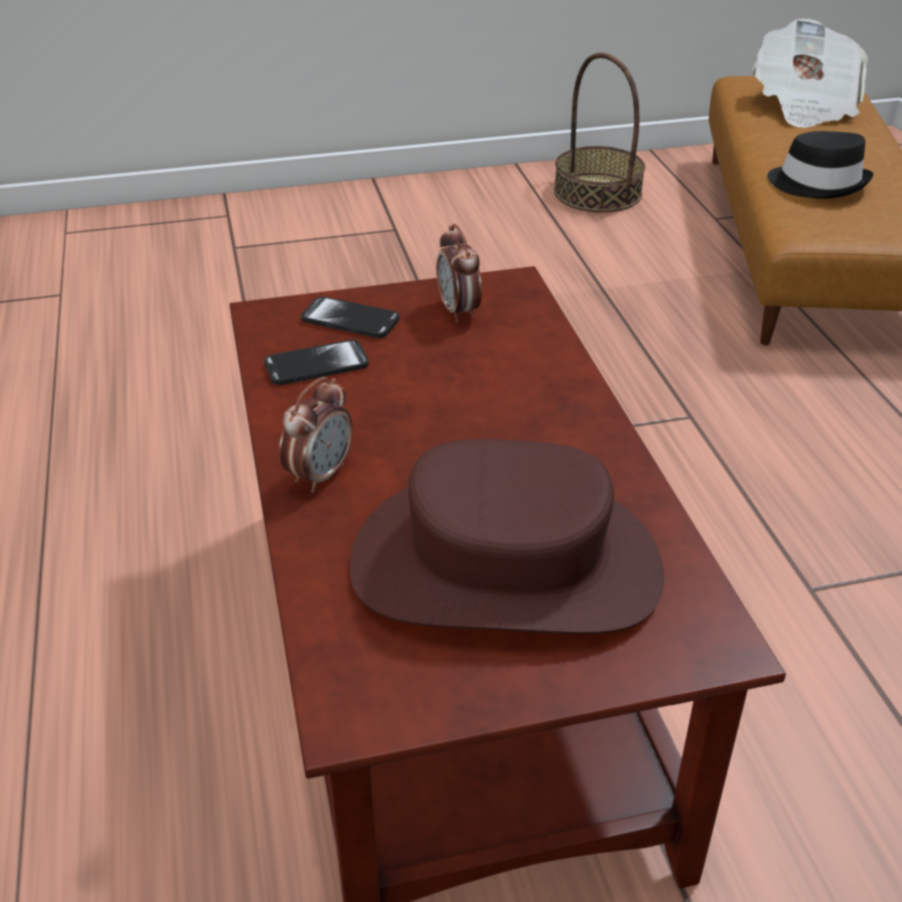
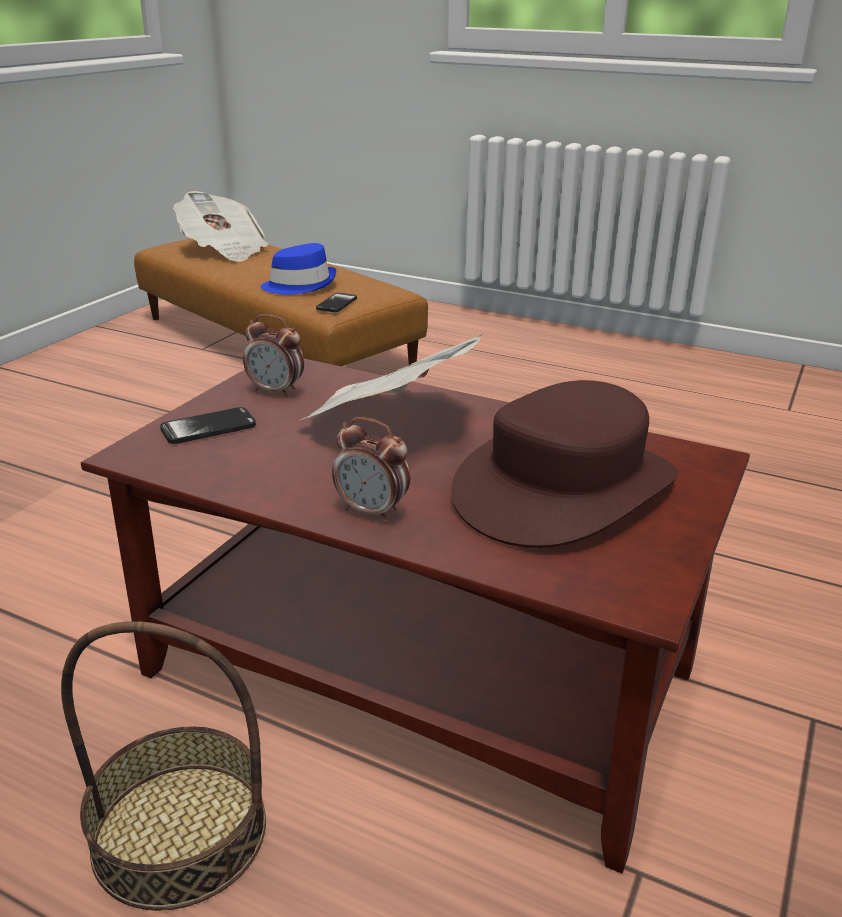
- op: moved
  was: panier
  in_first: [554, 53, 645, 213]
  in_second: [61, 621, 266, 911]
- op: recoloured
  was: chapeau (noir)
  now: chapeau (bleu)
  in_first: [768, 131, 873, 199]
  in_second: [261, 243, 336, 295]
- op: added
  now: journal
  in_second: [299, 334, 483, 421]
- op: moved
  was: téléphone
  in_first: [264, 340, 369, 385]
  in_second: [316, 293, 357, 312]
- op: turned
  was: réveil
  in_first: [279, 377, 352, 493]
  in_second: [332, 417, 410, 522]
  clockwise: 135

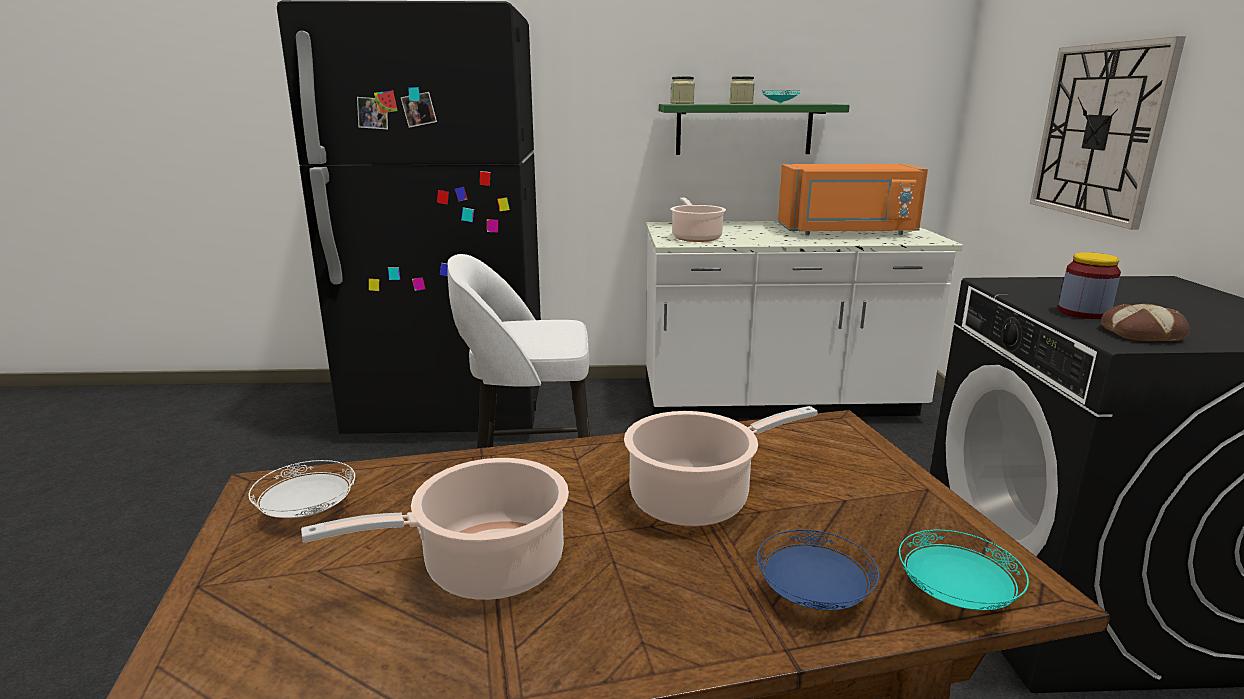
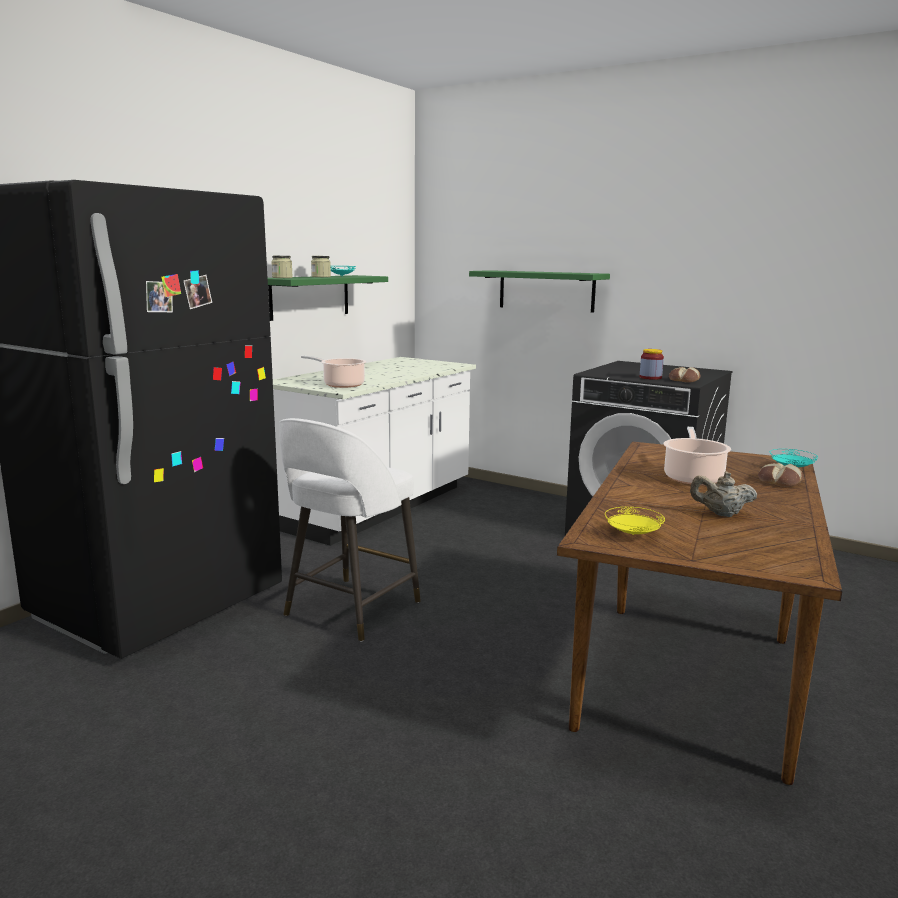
- op: replaced
  was: horloge murale
  now: étagère (vert)
  in_first: [1030, 36, 1186, 230]
  in_second: [469, 270, 610, 313]
- op: recoloured
  was: assiette (blanc)
  now: assiette (jaune)
  in_first: [249, 460, 355, 518]
  in_second: [605, 507, 665, 535]
- op: replaced
  was: marmite
  now: théière (beige)
  in_first: [301, 458, 569, 600]
  in_second: [690, 471, 757, 517]
- op: replaced
  was: assiette (bleu)
  now: pain
  in_first: [757, 530, 879, 610]
  in_second: [758, 463, 803, 487]
- op: removed
  was: micro-ondes (orange)
  in_first: [778, 164, 928, 235]

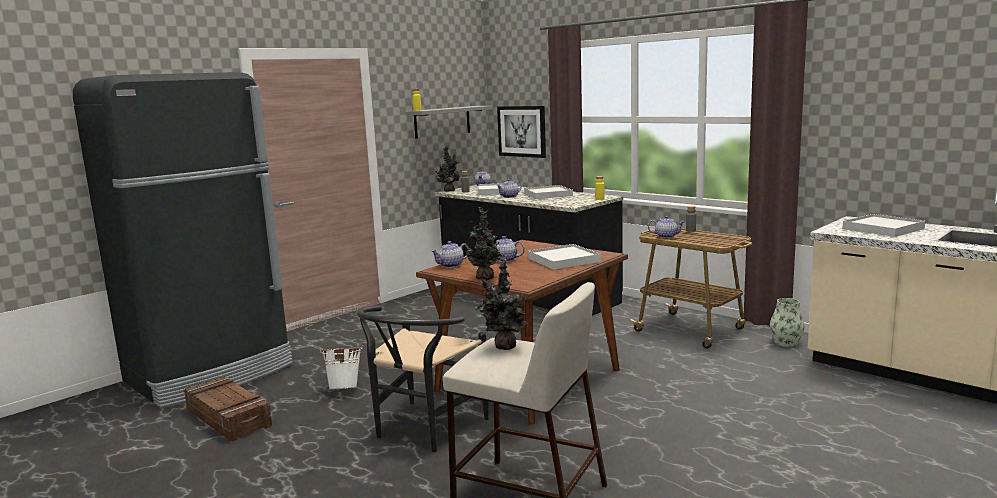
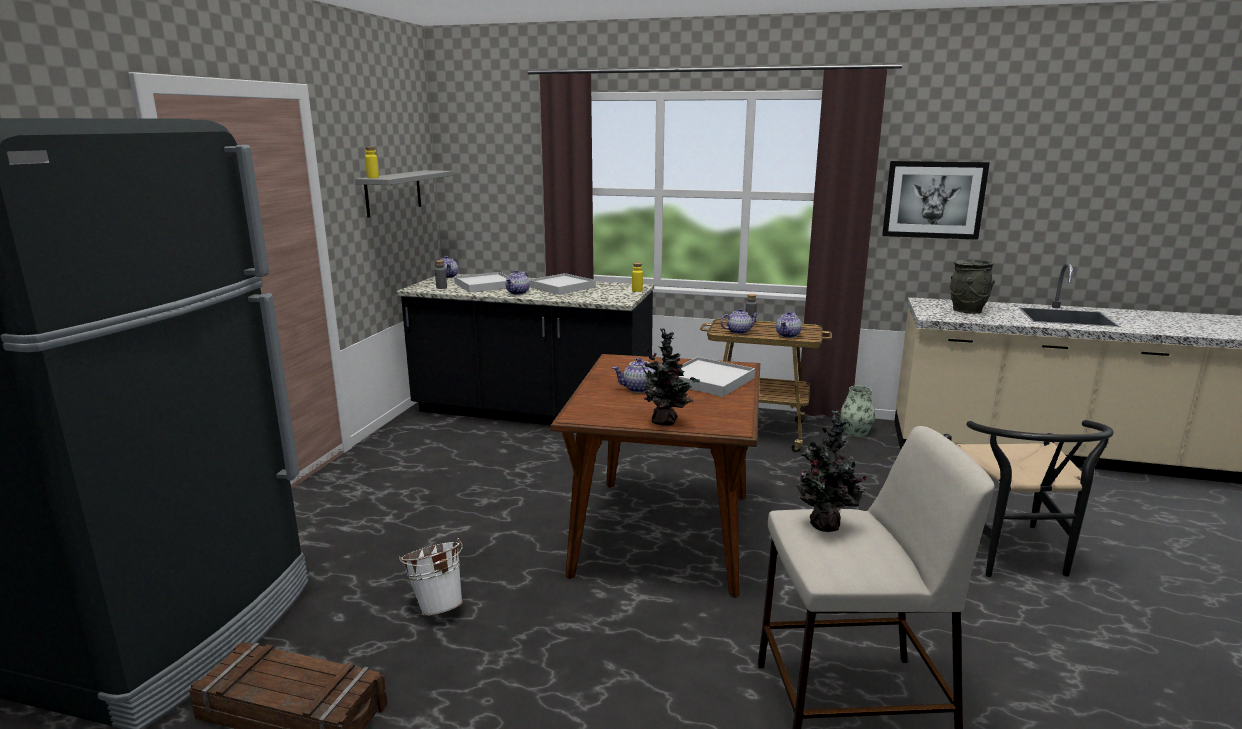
- op: moved
  was: théière
  in_first: [431, 241, 469, 268]
  in_second: [776, 311, 802, 338]
- op: moved
  was: tableau
  in_first: [497, 106, 546, 158]
  in_second: [882, 161, 990, 240]
- op: moved
  was: chaise (noir)
  in_first: [356, 305, 489, 452]
  in_second: [943, 420, 1114, 577]
- op: replaced
  was: plateau (blanc)
  now: vase (gris)
  in_first: [843, 214, 925, 237]
  in_second: [950, 259, 995, 314]
- op: removed
  was: plante en pot
  in_first: [435, 147, 460, 192]

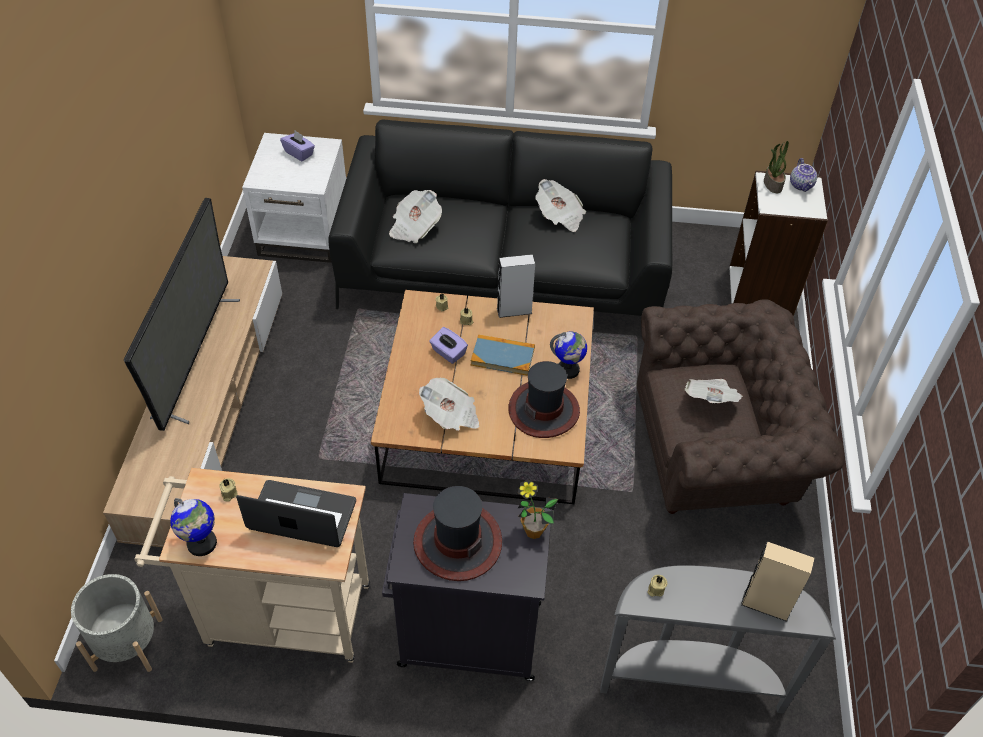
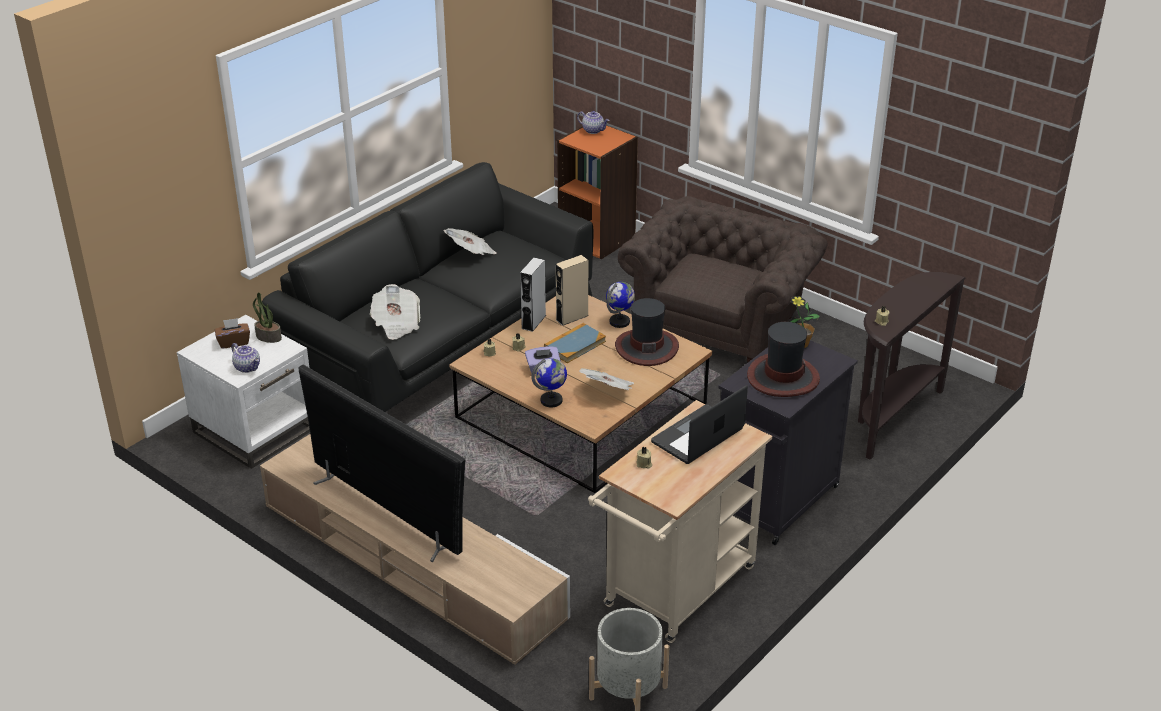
- op: recoloured
  was: boîte à mouchoirs (violet)
  now: boîte à mouchoirs (marron)
  in_first: [280, 131, 315, 161]
  in_second: [215, 318, 250, 348]
- op: added
  now: théière
  in_second: [231, 343, 260, 373]
- op: moved
  was: plante en pot
  in_first: [764, 141, 789, 193]
  in_second: [253, 292, 282, 343]
- op: moved
  was: globe
  in_first: [170, 498, 217, 556]
  in_second: [531, 358, 567, 408]
- op: moved
  was: enceinte (beige)
  in_first: [741, 542, 815, 622]
  in_second: [556, 255, 589, 326]
- op: recoloured
  was: bibliothèque (blanc)
  now: bibliothèque (orange)
  in_first: [729, 171, 828, 316]
  in_second: [557, 126, 638, 259]
- op: recoloured
  was: table console (gris)
  now: table console (marron)
  in_first: [600, 565, 836, 713]
  in_second: [858, 272, 966, 460]
- op: removed
  was: journal
  in_first: [684, 379, 743, 403]

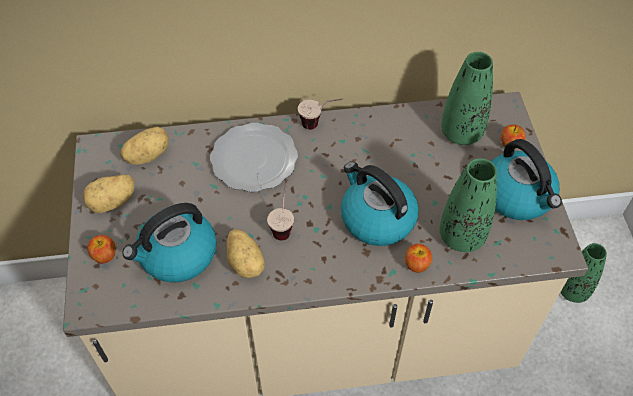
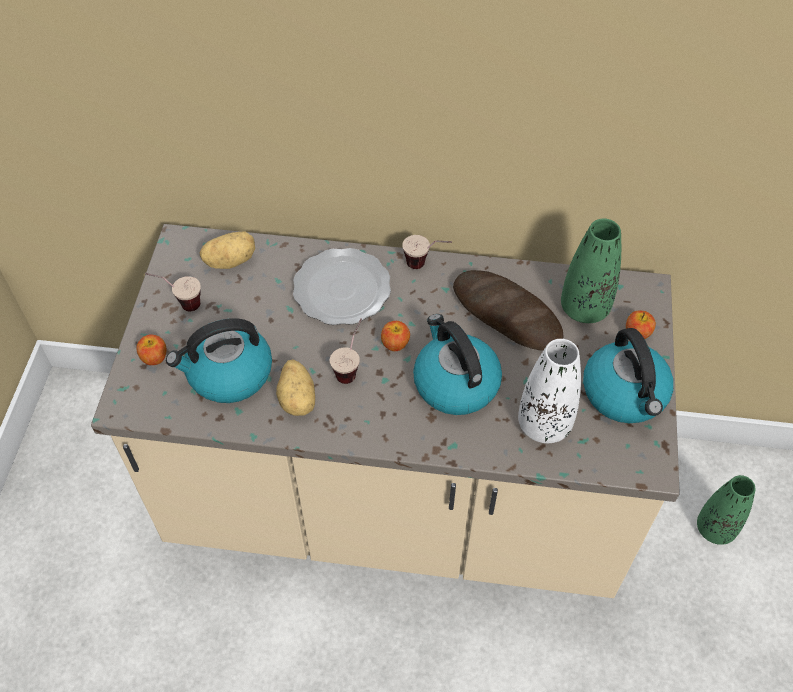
- op: replaced
  was: pomme de terre
  now: tasse
  in_first: [83, 175, 134, 213]
  in_second: [145, 273, 201, 311]
- op: moved
  was: pomme
  in_first: [405, 244, 432, 273]
  in_second: [381, 321, 410, 351]
- op: added
  now: pain
  in_second: [453, 270, 564, 351]
- op: recoloured
  was: vase (vert)
  now: vase (blanc)
  in_first: [440, 158, 497, 252]
  in_second: [518, 339, 581, 443]

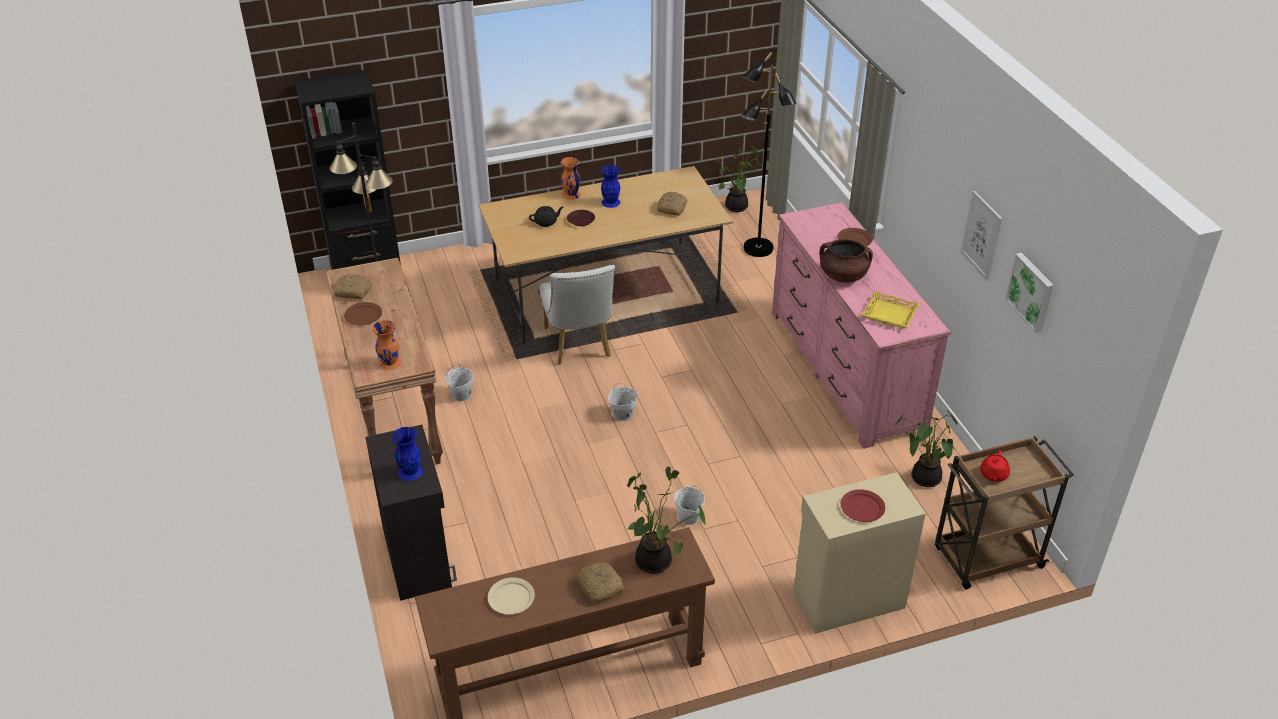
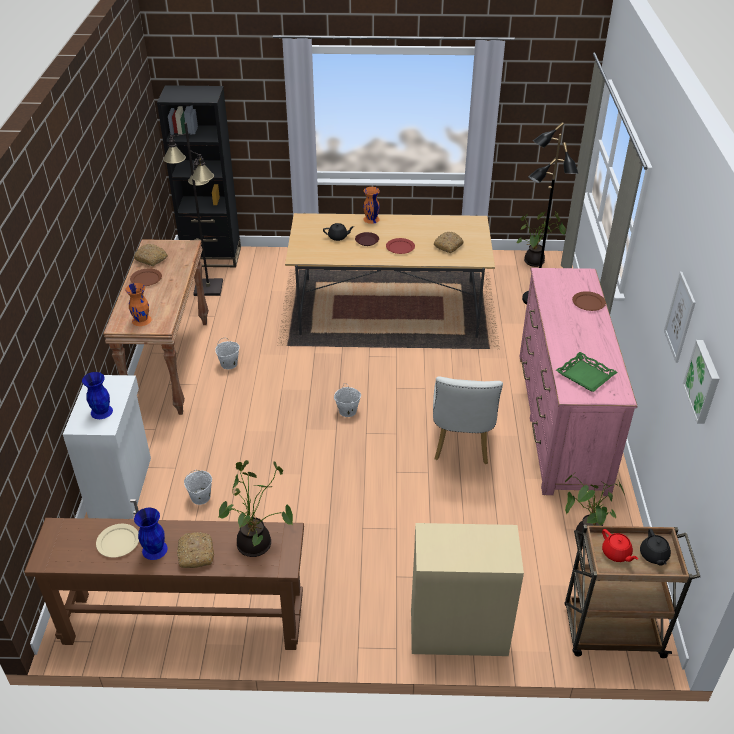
- op: recoloured
  was: meuble de rangement (noir)
  now: meuble de rangement (blanc)
  in_first: [365, 425, 457, 601]
  in_second: [63, 375, 151, 519]
- op: moved
  was: vase (bleu)
  in_first: [601, 165, 620, 208]
  in_second: [134, 508, 168, 560]
- op: moved
  was: seau (blanc)
  in_first: [674, 485, 705, 525]
  in_second: [184, 470, 212, 505]
- op: moved
  was: assiette (rouge)
  in_first: [841, 489, 885, 522]
  in_second: [386, 238, 415, 254]
- op: moved
  was: chaise (blanc)
  in_first: [540, 265, 615, 365]
  in_second: [433, 376, 503, 464]
- op: recoloured
  was: plateau (jaune)
  now: plateau (vert)
  in_first: [862, 291, 920, 328]
  in_second: [556, 352, 618, 392]
- op: turned
  was: théière (rouge)
  in_first: [980, 450, 1010, 482]
  in_second: [602, 529, 638, 562]
  clockwise: -75
- op: added
  now: théière (noir)
  in_second: [640, 529, 671, 566]
- op: removed
  was: marmite (marron)
  in_first: [819, 239, 873, 283]

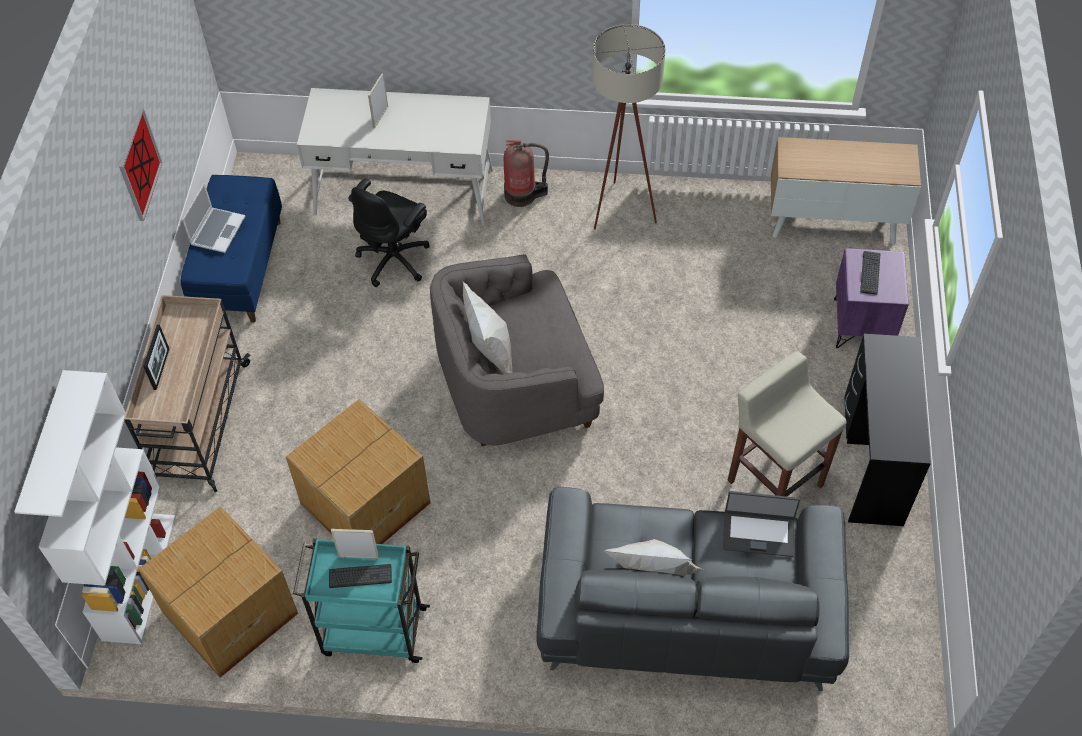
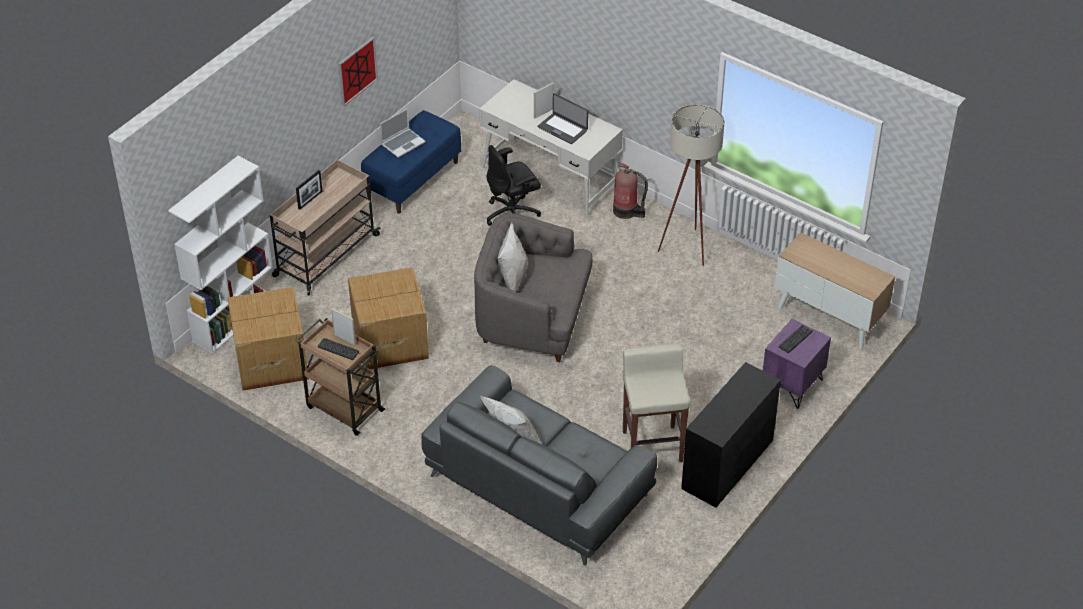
- op: recoloured
  was: chariot (turquoise)
  now: chariot (marron)
  in_first: [293, 538, 430, 663]
  in_second: [296, 318, 385, 436]
- op: moved
  was: ordinateur portable
  in_first: [723, 491, 800, 557]
  in_second: [537, 93, 588, 144]

